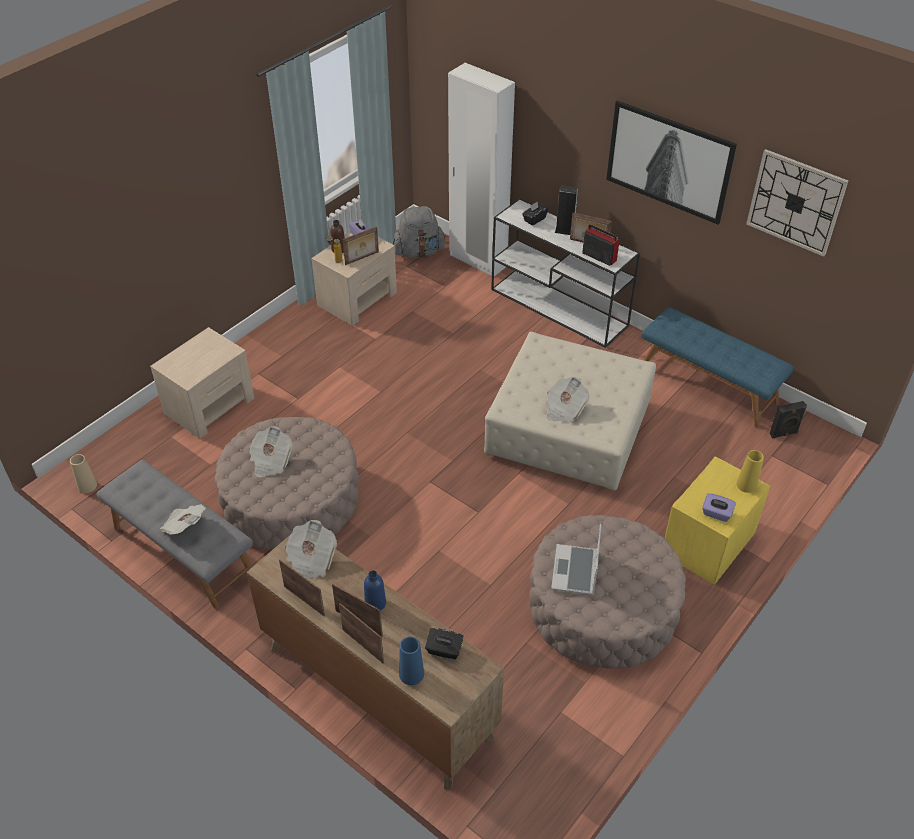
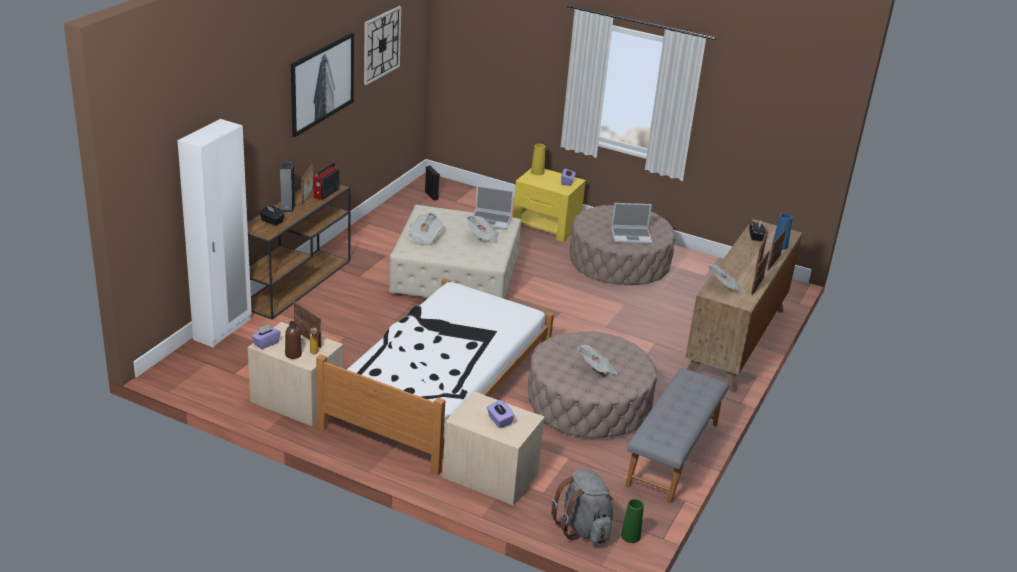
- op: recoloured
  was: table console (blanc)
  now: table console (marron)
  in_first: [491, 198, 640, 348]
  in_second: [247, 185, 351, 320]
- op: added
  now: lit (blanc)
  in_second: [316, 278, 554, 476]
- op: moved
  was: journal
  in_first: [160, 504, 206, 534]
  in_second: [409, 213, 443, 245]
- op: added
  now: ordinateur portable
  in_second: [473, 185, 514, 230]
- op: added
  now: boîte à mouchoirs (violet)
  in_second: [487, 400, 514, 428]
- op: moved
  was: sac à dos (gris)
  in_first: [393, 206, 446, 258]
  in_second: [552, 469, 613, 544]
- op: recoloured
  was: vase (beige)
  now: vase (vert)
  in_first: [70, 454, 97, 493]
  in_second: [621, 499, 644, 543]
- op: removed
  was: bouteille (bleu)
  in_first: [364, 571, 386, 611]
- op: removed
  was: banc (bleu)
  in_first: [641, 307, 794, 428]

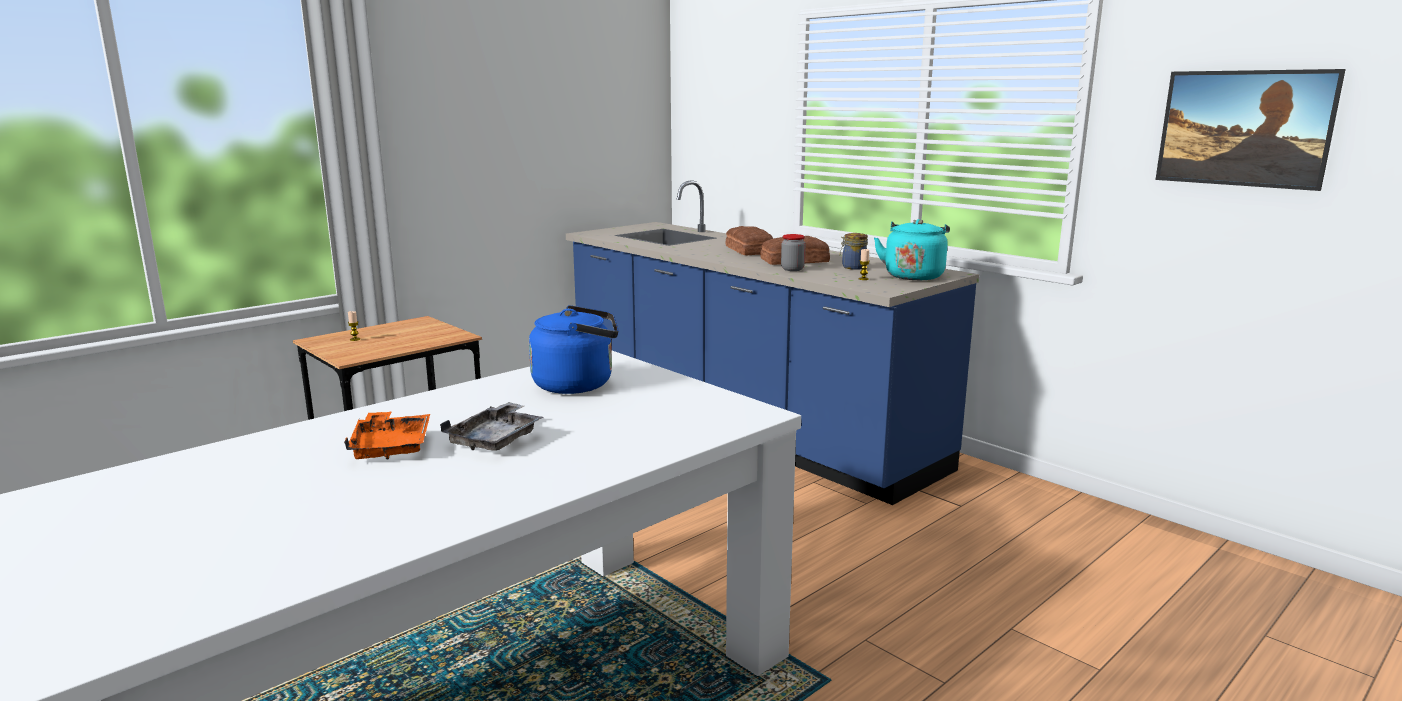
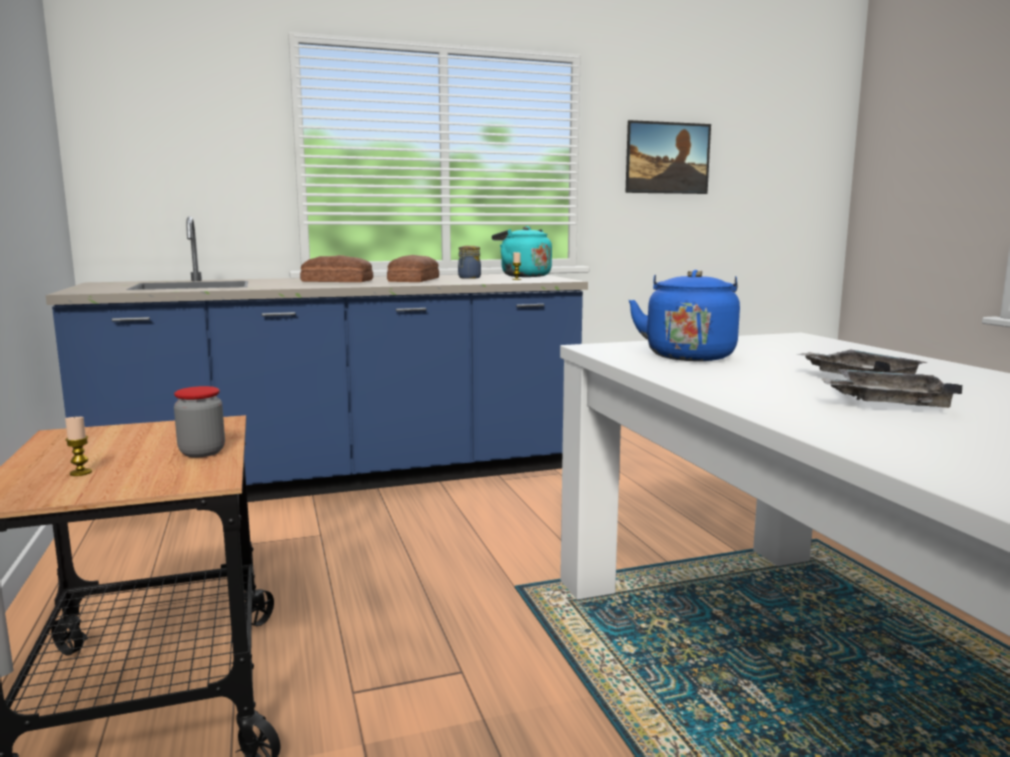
- op: moved
  was: bocal
  in_first: [781, 234, 805, 271]
  in_second: [174, 386, 225, 457]
- op: recoloured
  was: plateau (orange)
  now: plateau (gris)
  in_first: [344, 411, 430, 459]
  in_second: [821, 369, 962, 408]

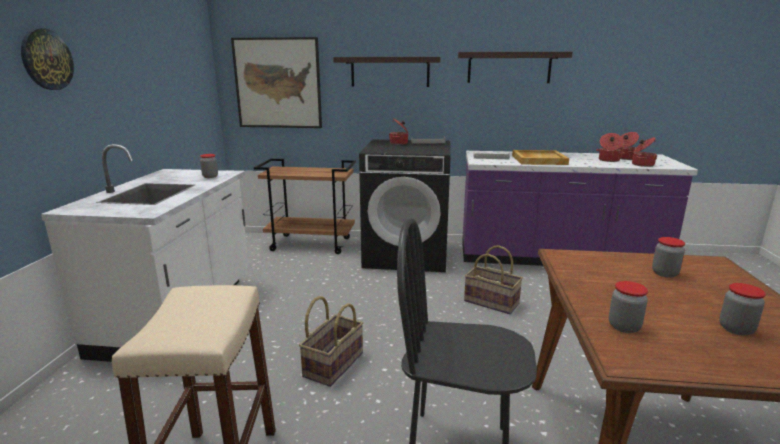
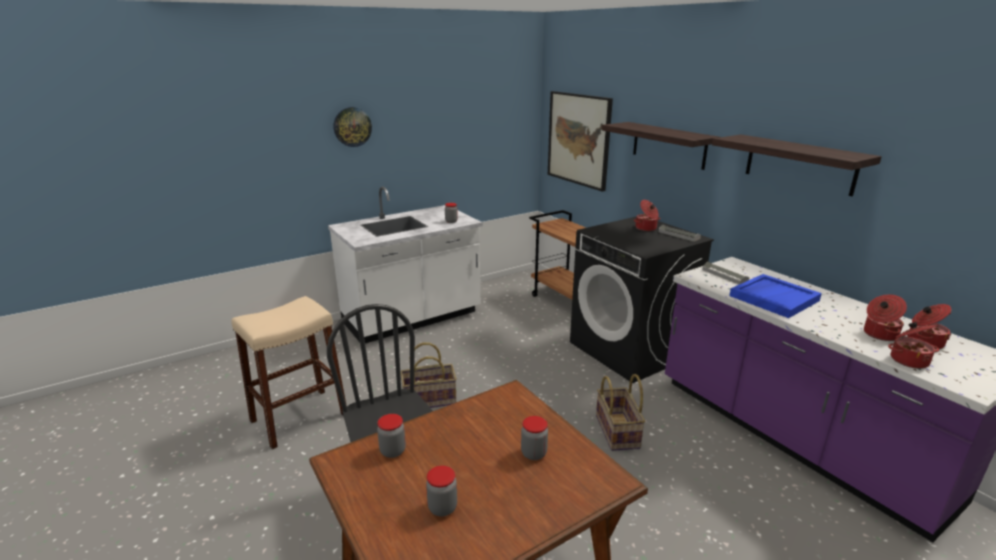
- op: recoloured
  was: plateau (beige)
  now: plateau (bleu)
  in_first: [512, 150, 569, 165]
  in_second: [729, 274, 822, 318]

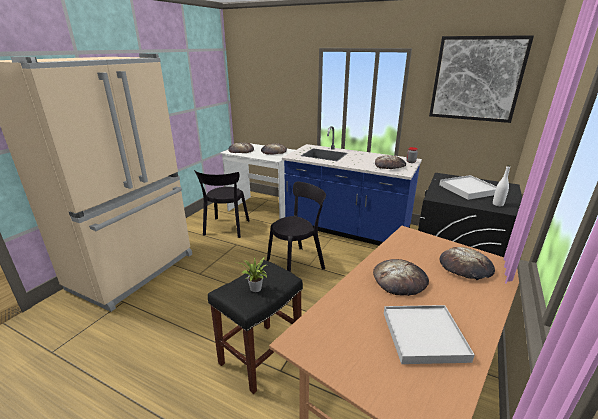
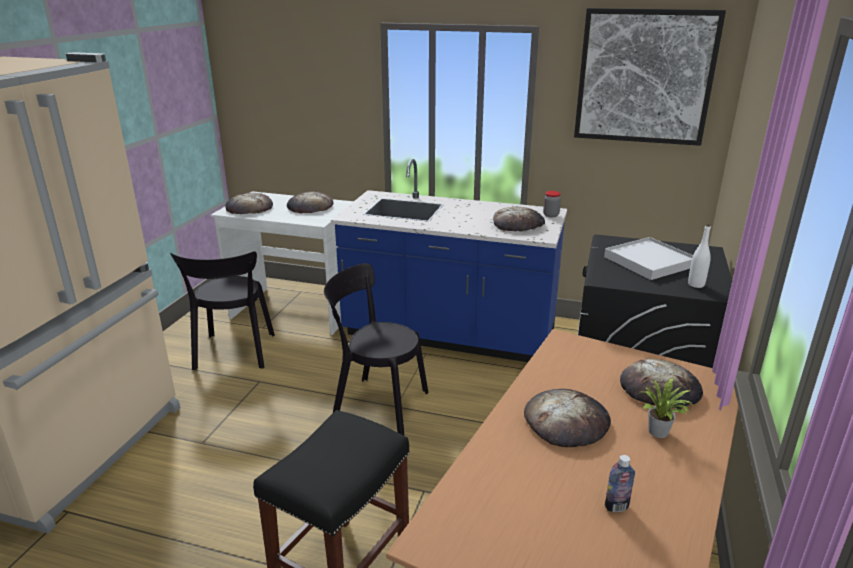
- op: turned
  was: chaise (noir)
  in_first: [267, 182, 326, 272]
  in_second: [324, 263, 429, 436]
  clockwise: -120
- op: replaced
  was: plateau (blanc)
  now: bouteille
  in_first: [384, 305, 475, 364]
  in_second: [605, 455, 635, 512]
- op: moved
  was: plante en pot
  in_first: [240, 257, 267, 292]
  in_second: [642, 377, 696, 438]

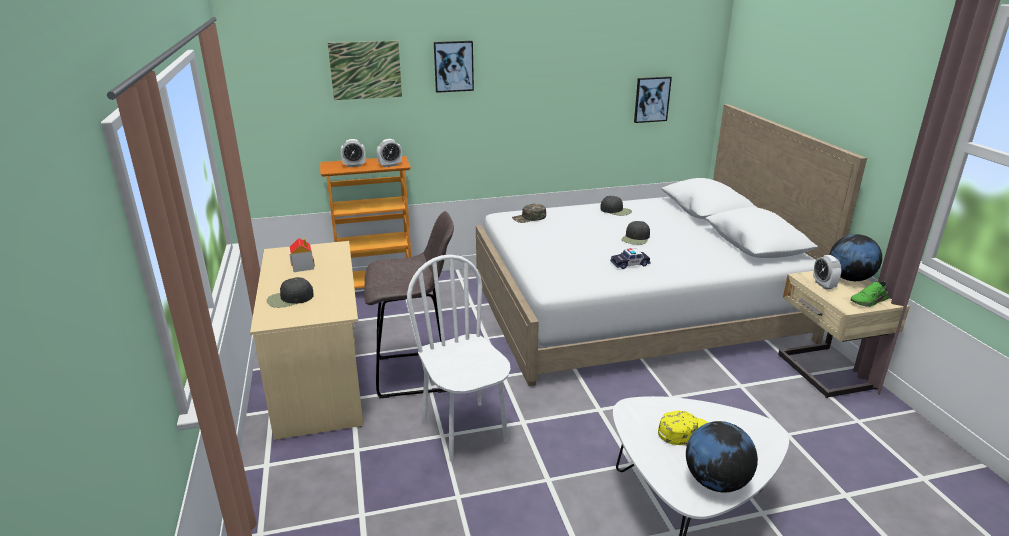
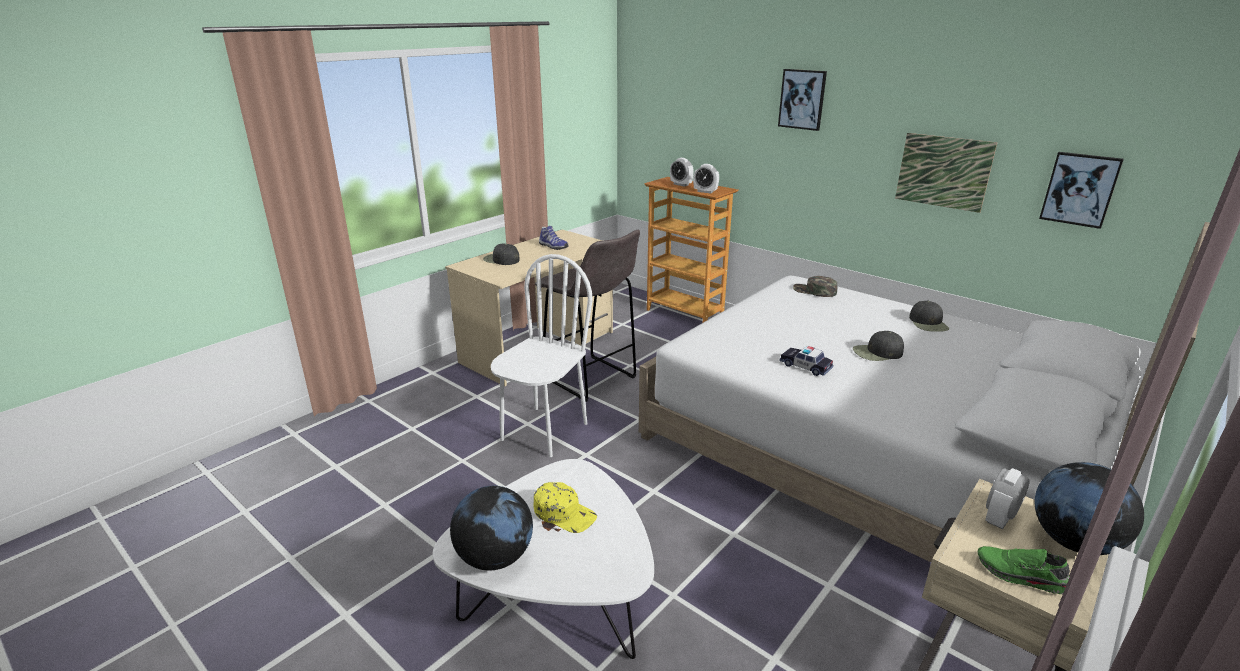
- op: replaced
  was: maison miniature
  now: chaussure
  in_first: [289, 238, 315, 272]
  in_second: [539, 226, 568, 250]
- op: moved
  was: tableau
  in_first: [328, 41, 402, 100]
  in_second: [895, 133, 998, 213]

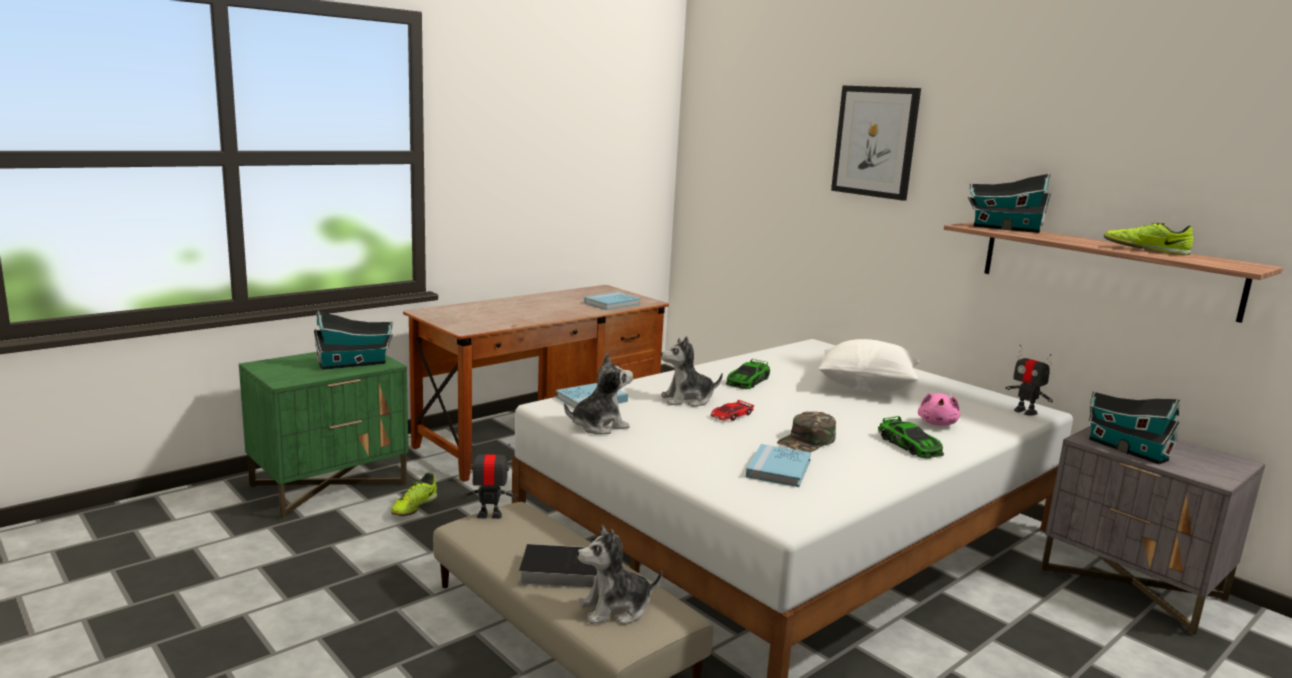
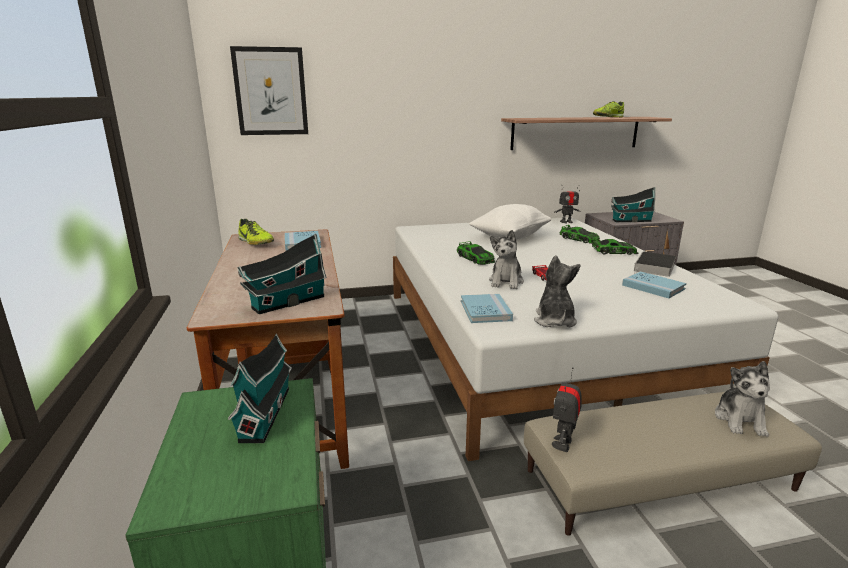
- op: moved
  was: tableau
  in_first: [831, 86, 921, 201]
  in_second: [230, 46, 308, 135]
- op: moved
  was: maison miniature
  in_first: [968, 173, 1051, 233]
  in_second: [237, 234, 327, 314]
- op: moved
  was: chaussure
  in_first: [391, 473, 437, 516]
  in_second: [238, 219, 274, 245]
- op: replaced
  was: peluche (rose)
  now: petite voiture
  in_first: [918, 392, 960, 426]
  in_second: [559, 225, 601, 244]
- op: moved
  was: livre
  in_first: [512, 544, 597, 589]
  in_second: [634, 251, 676, 277]
- op: removed
  was: casquette (vert)
  in_first: [777, 412, 836, 452]

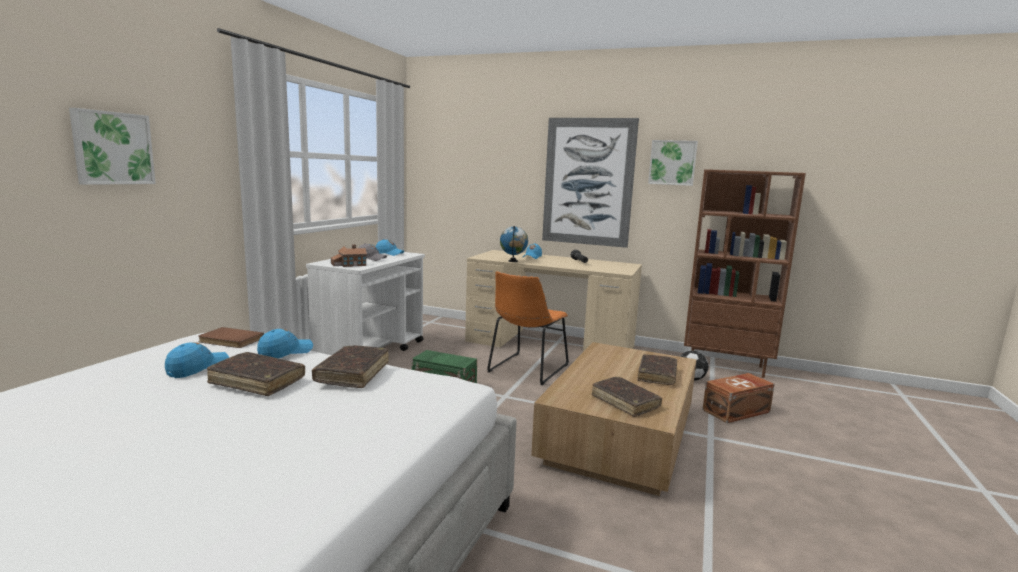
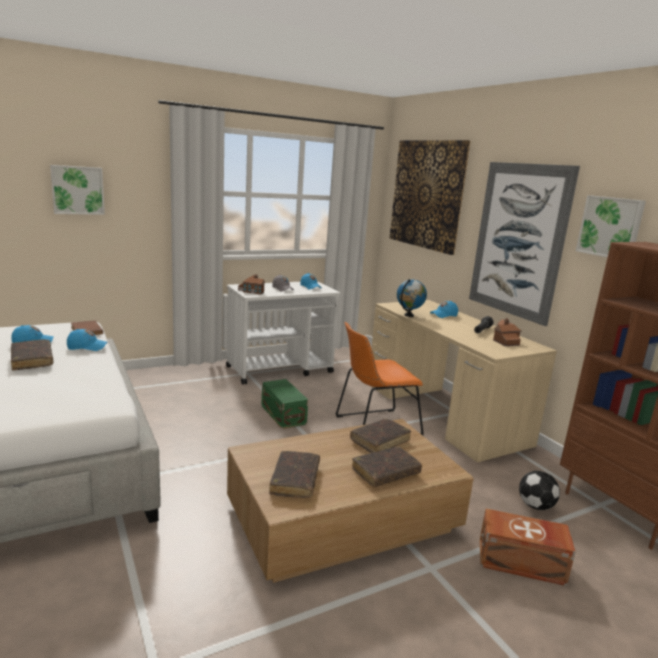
- op: moved
  was: livre (marron)
  in_first: [312, 345, 389, 388]
  in_second: [350, 419, 411, 453]
- op: added
  now: tableau
  in_second: [389, 140, 471, 255]
- op: added
  now: maison miniature
  in_second: [493, 318, 522, 346]

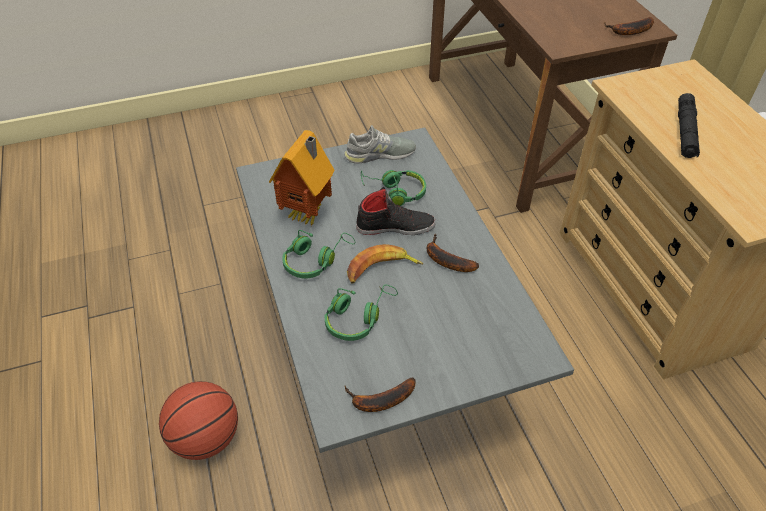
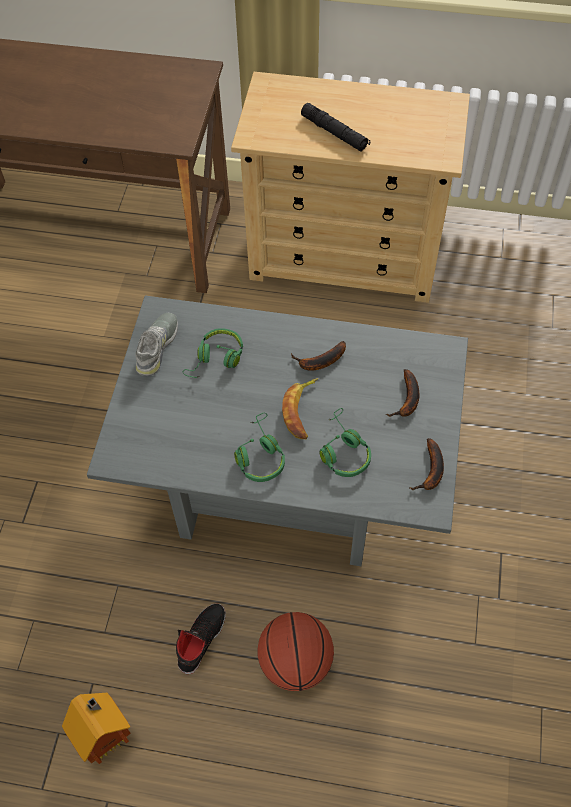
- op: moved
  was: maison miniature
  in_first: [269, 130, 334, 226]
  in_second: [62, 693, 131, 764]
- op: moved
  was: chaussure (noir)
  in_first: [356, 187, 436, 235]
  in_second: [176, 603, 226, 674]
- op: moved
  was: banane
  in_first: [604, 17, 654, 35]
  in_second: [386, 369, 419, 417]

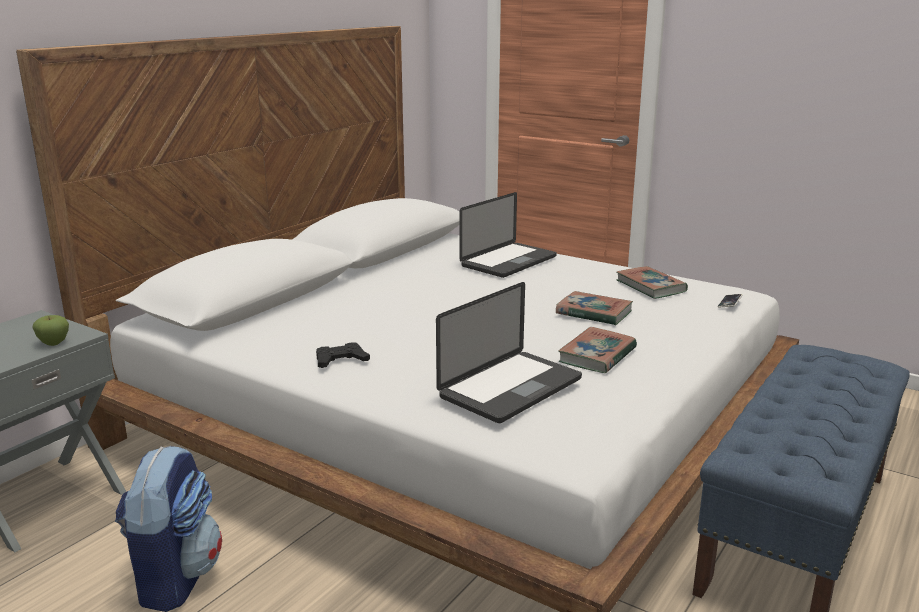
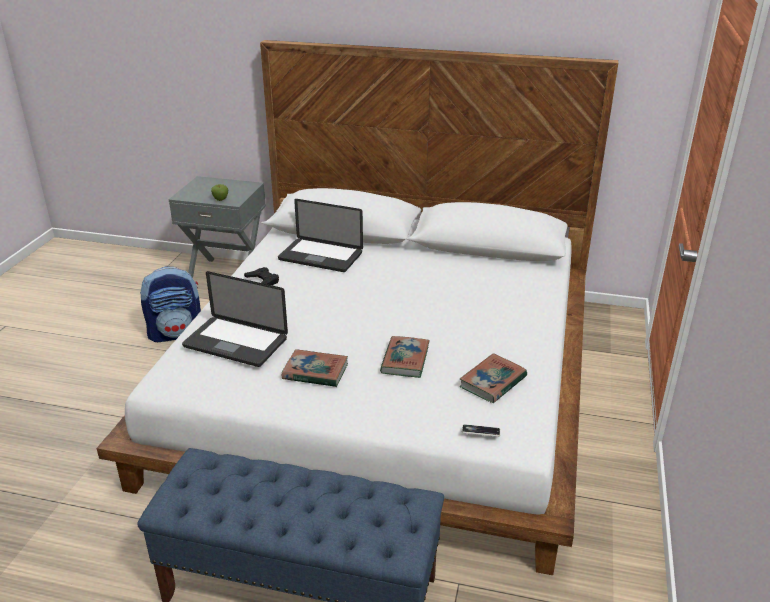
- op: moved
  was: ordinateur portable
  in_first: [460, 192, 557, 278]
  in_second: [278, 199, 363, 272]

